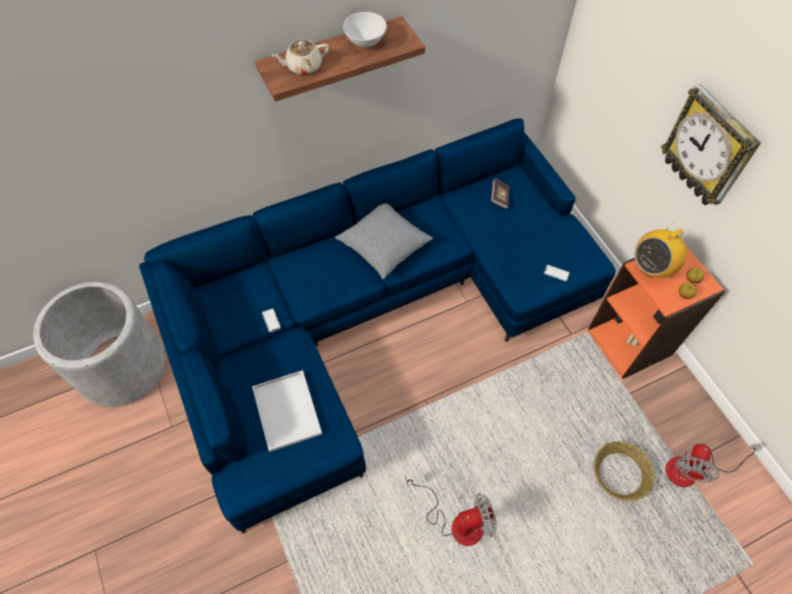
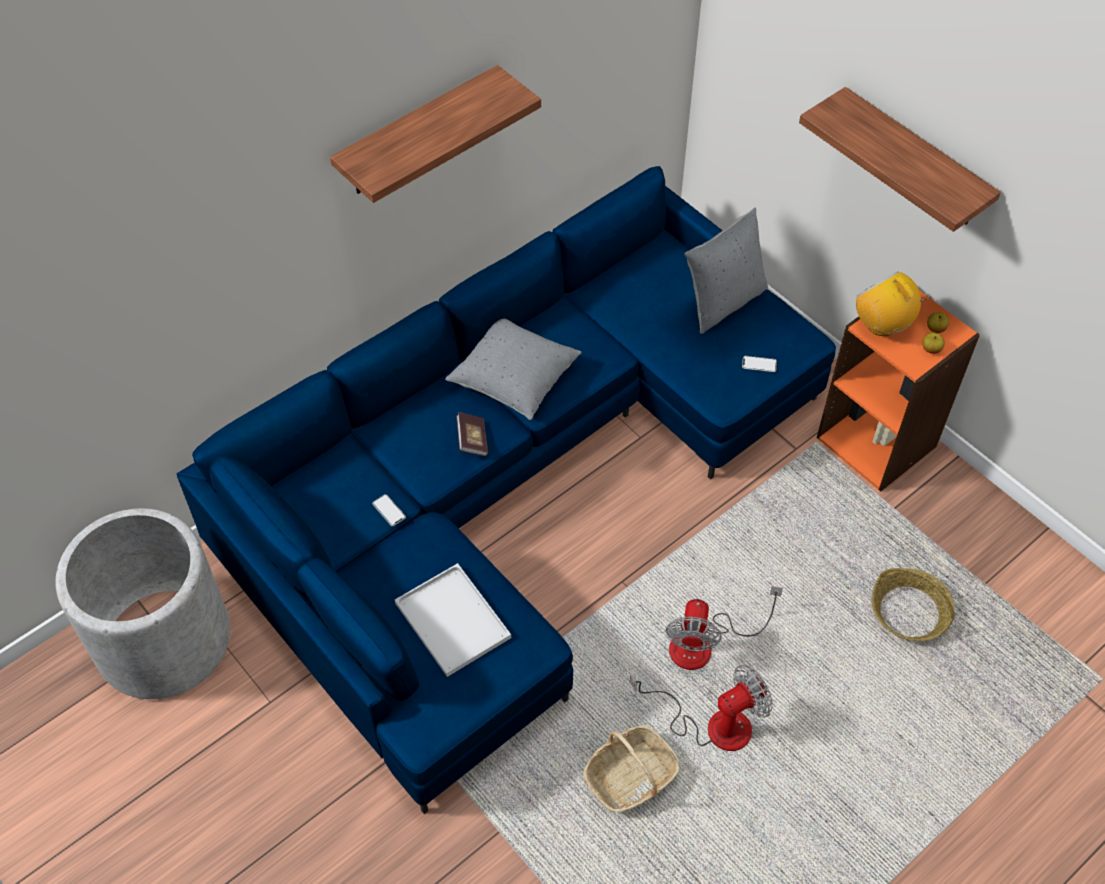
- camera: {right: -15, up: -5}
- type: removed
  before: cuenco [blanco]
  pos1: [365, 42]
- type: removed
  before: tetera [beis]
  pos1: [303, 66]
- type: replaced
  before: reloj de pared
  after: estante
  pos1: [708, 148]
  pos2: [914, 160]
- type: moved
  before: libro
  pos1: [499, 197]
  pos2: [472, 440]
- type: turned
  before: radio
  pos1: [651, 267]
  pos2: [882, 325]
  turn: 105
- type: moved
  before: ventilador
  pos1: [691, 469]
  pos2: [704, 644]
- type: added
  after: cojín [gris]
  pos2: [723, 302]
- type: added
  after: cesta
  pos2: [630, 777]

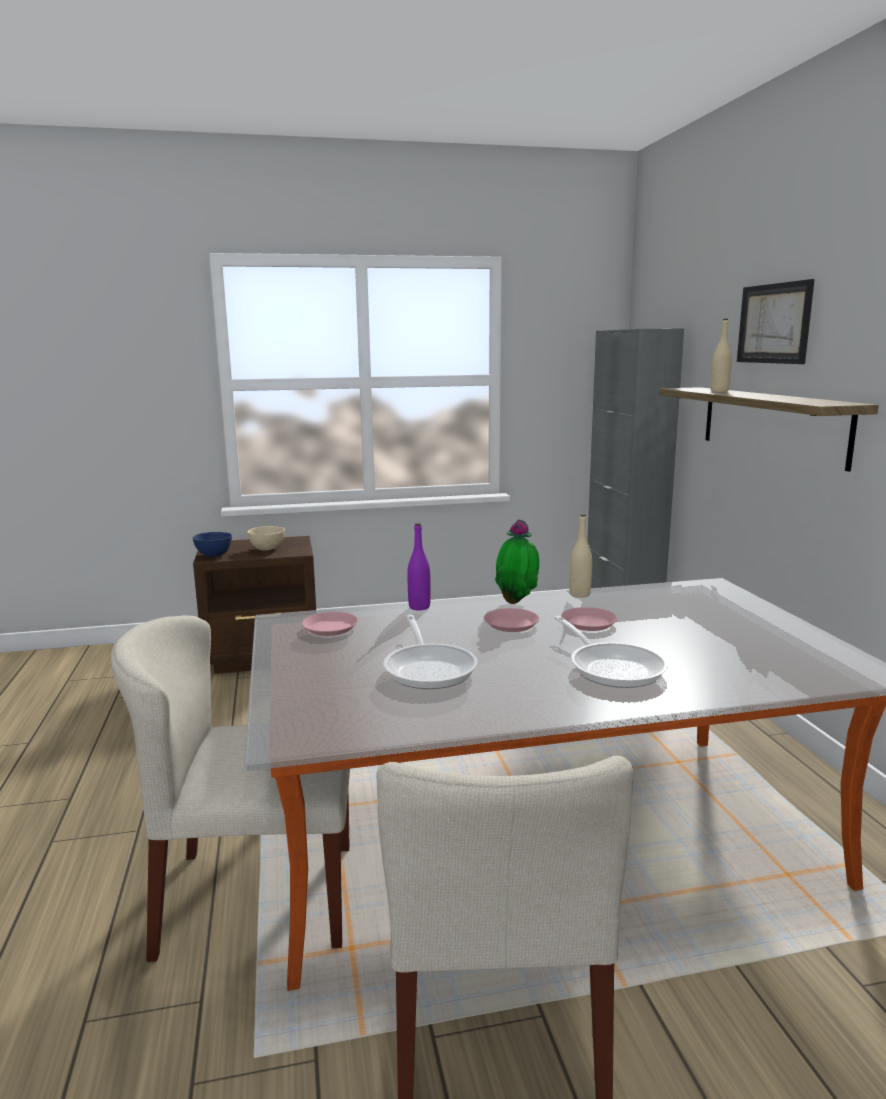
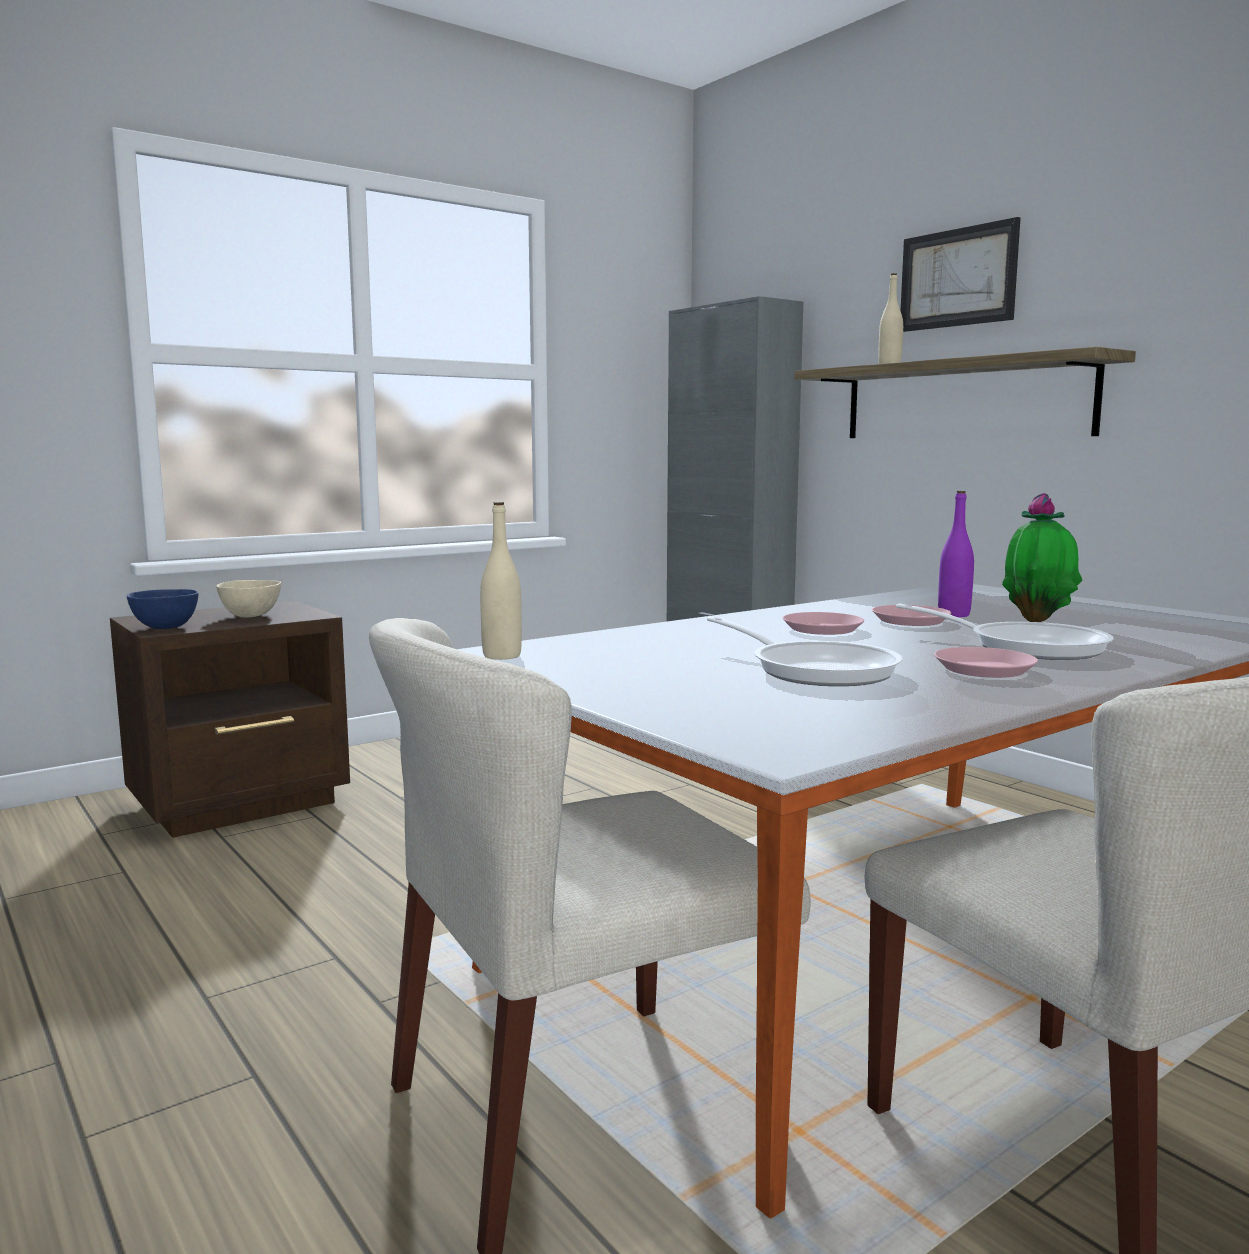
- camera: {right: -25, up: -5}
- type: moved
  before: botella [beis]
  pos1: [579, 594]
  pos2: [502, 656]
- type: moved
  before: planta en maceta
  pos1: [517, 602]
  pos2: [1038, 621]
- type: moved
  before: botella [morado]
  pos1: [419, 607]
  pos2: [953, 615]
- type: moved
  before: plato [rosa]
  pos1: [330, 628]
  pos2: [983, 669]

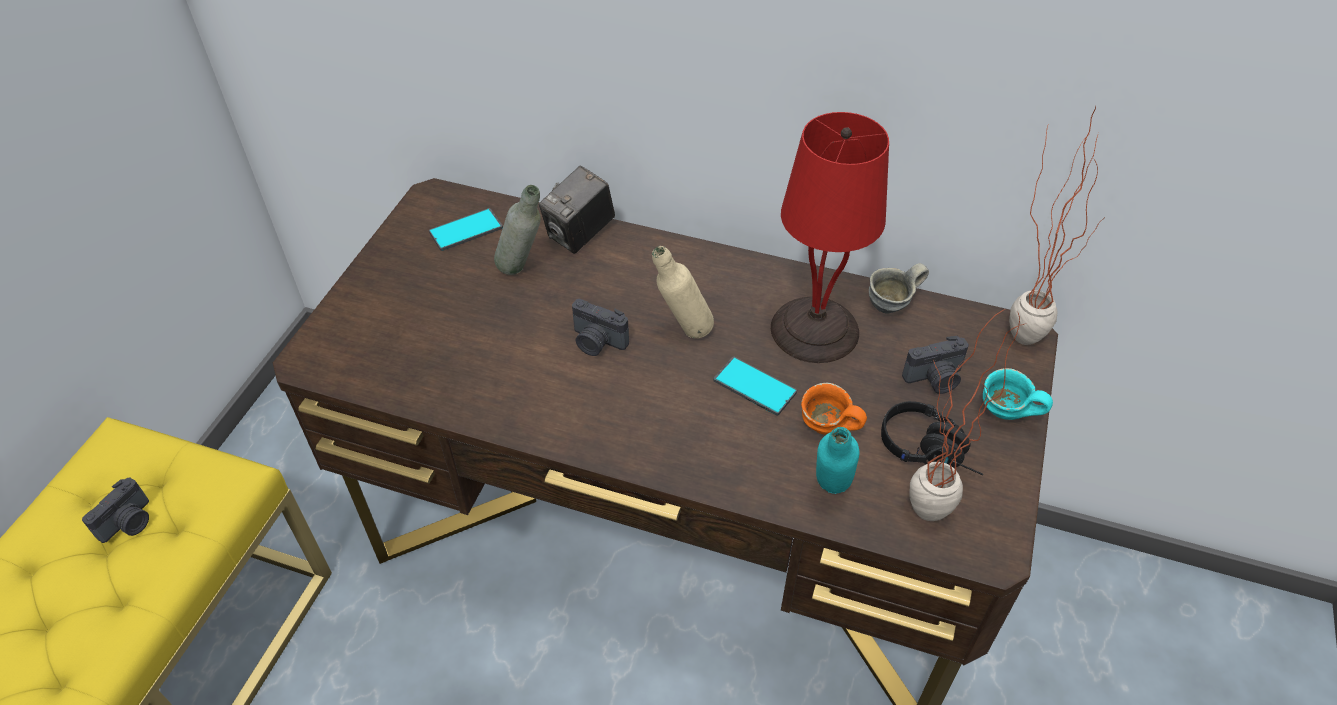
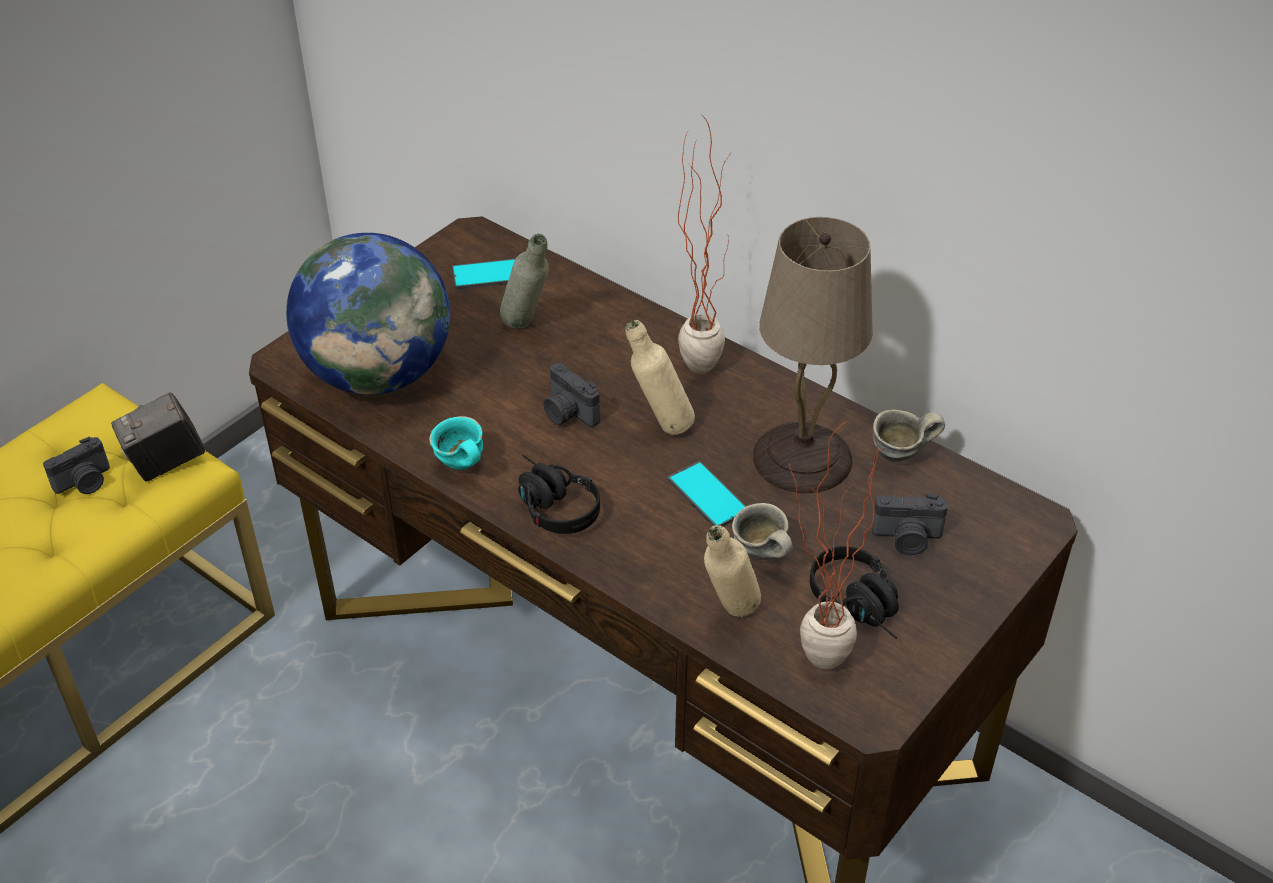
- camera: {right: 20, up: -5}
- type: moved
  before: planta en maceta
  pos1: [1017, 328]
  pos2: [700, 358]
- type: recoloured
  before: lámpara de mesa [rojo]
  after: lámpara de mesa [beis]
  pos1: [812, 328]
  pos2: [800, 456]
- type: moved
  before: cámara
  pos1: [580, 235]
  pos2: [166, 463]
- type: moved
  before: taza grande [turquesa]
  pos1: [1005, 416]
  pos2: [459, 467]
- type: recoloured
  before: taza grande [naranja]
  after: taza grande [gris]
  pos1: [826, 431]
  pos2: [760, 557]
- type: recoloured
  before: botella [turquesa]
  after: botella [beis]
  pos1: [829, 496]
  pos2: [729, 617]
- type: added
  after: globo terráqueo
  pos2: [378, 374]
- type: added
  after: auriculares [negro]
  pos2: [550, 505]

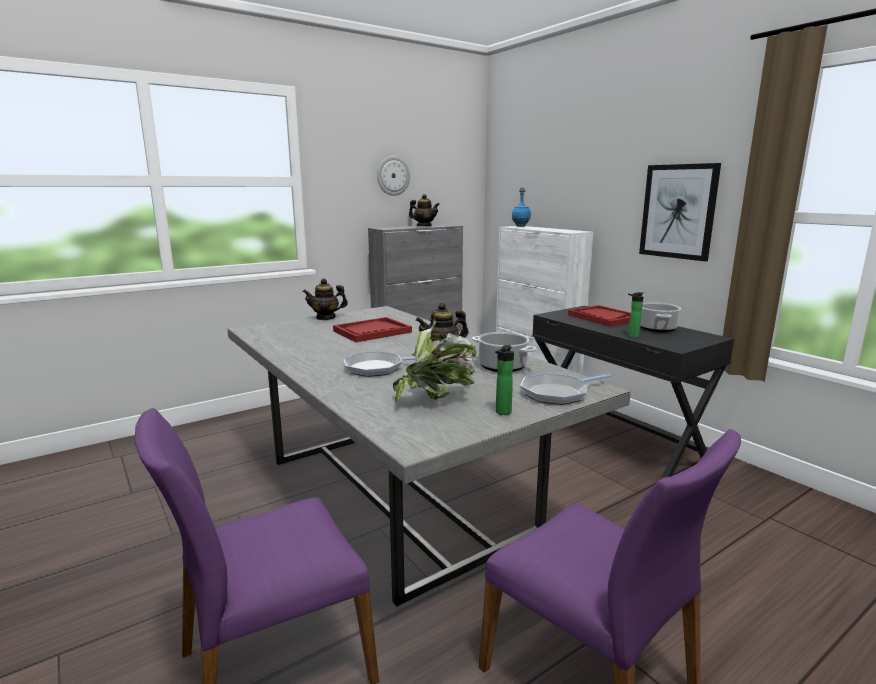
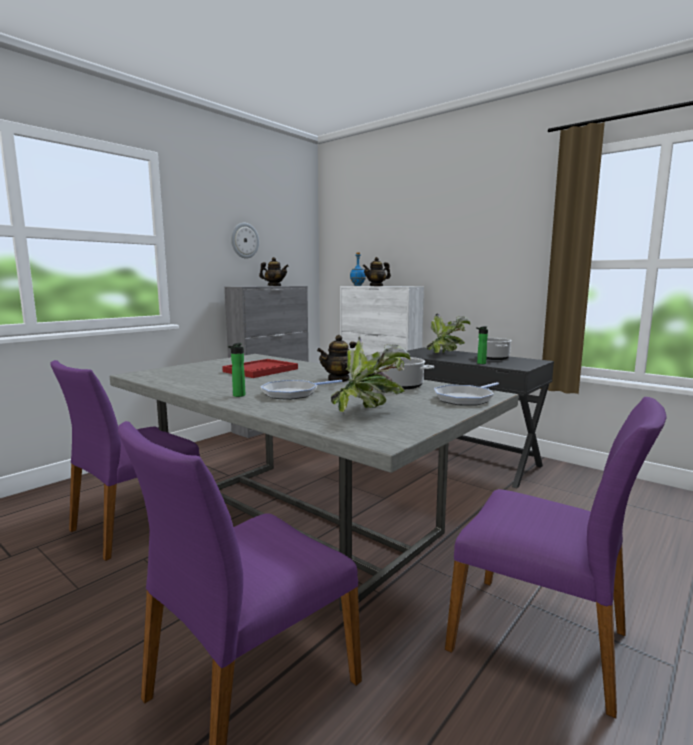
- camera: {right: -15, up: -5}
- type: removed
  before: cuadro
  pos1: [678, 211]
- type: moved
  before: tetera
  pos1: [326, 318]
  pos2: [376, 286]
- type: replaced
  before: bandeja [rojo]
  after: planta en maceta
  pos1: [603, 318]
  pos2: [446, 353]
- type: moved
  before: botella
  pos1: [502, 413]
  pos2: [238, 396]
- type: added
  after: silla [morado]
  pos2: [136, 524]

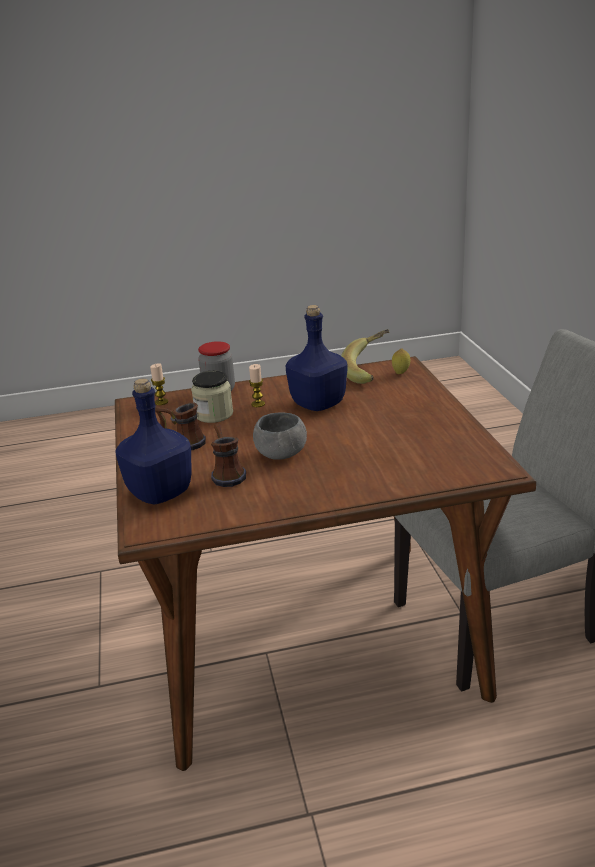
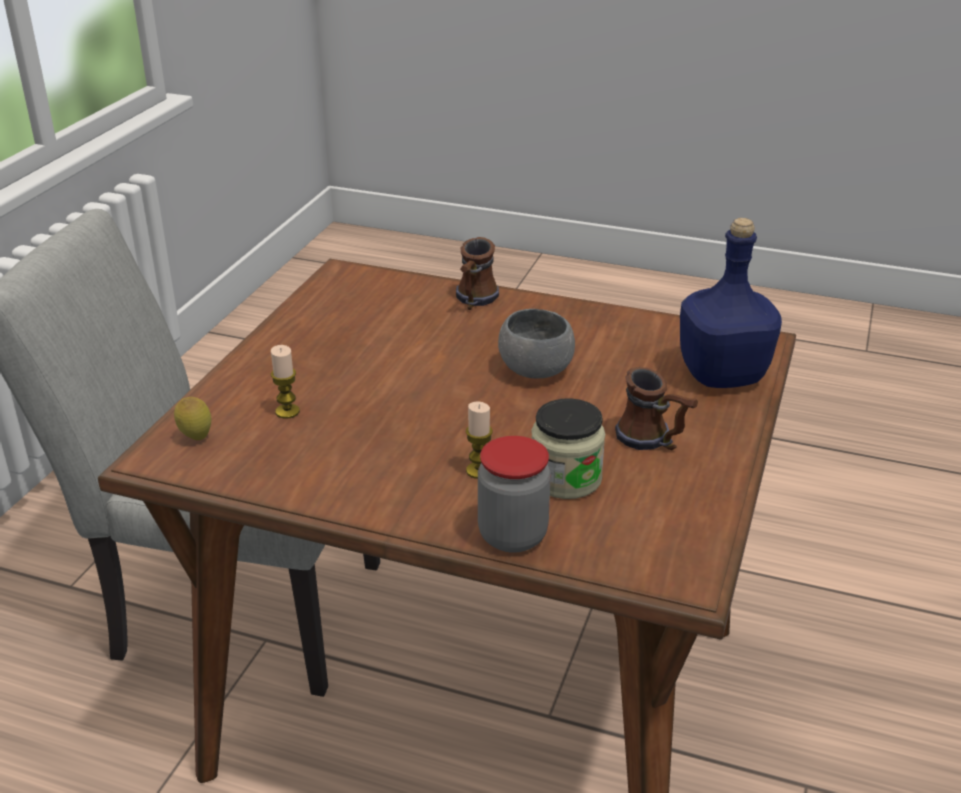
- camera: {right: -150, up: 5}
- type: removed
  before: botella [azul]
  pos1: [319, 403]
- type: removed
  before: plátano
  pos1: [370, 371]
- type: moved
  before: vela
  pos1: [161, 402]
  pos2: [287, 411]
- type: moved
  before: taza grande
  pos1: [227, 473]
  pos2: [474, 302]

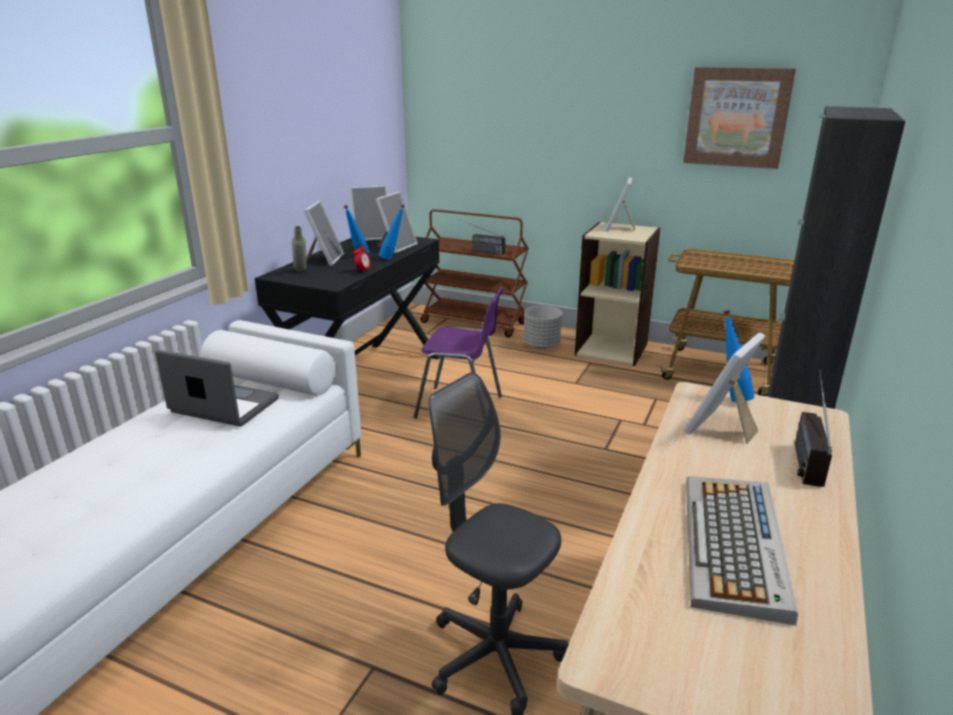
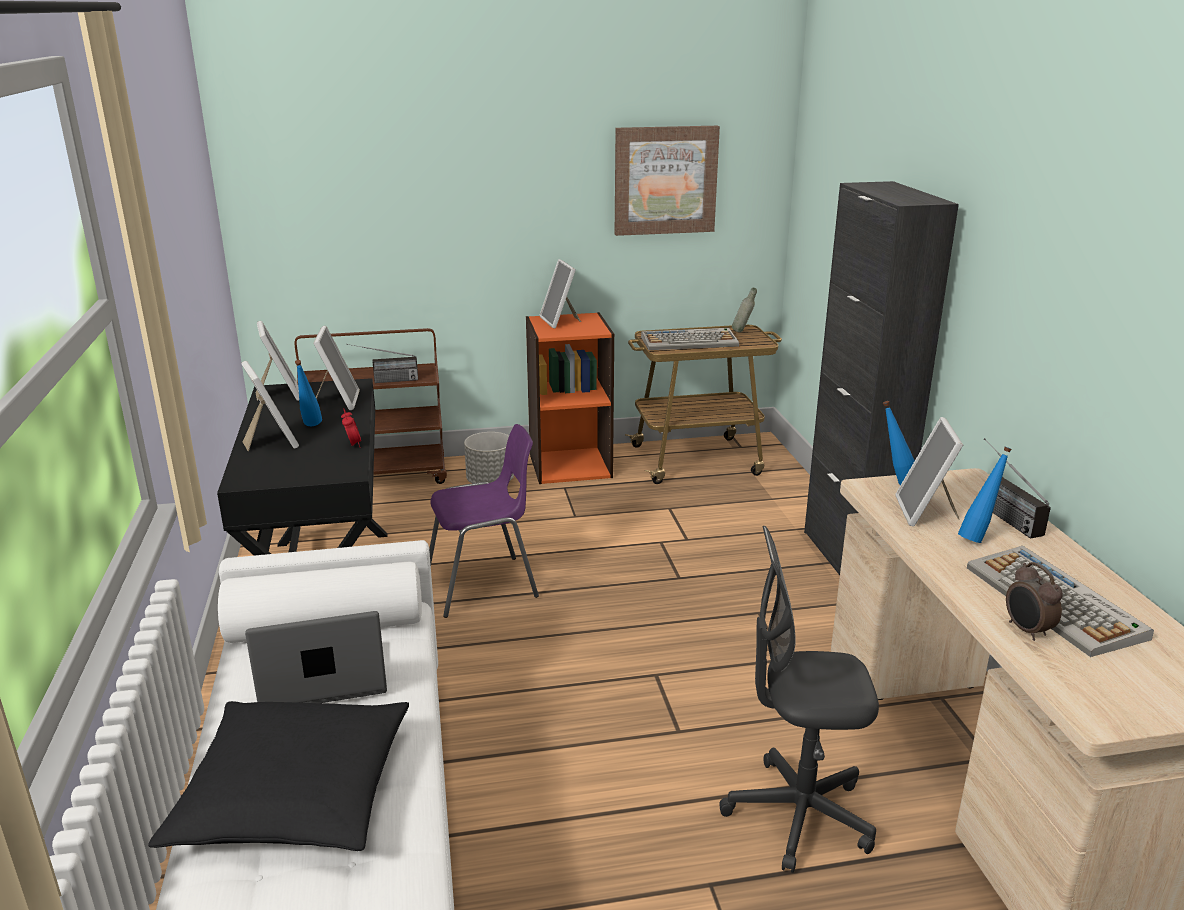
- camera: {right: -35, up: 0}
- type: turned
  before: portarretratos
  pos1: [372, 237]
  pos2: [279, 394]
  turn: -60
- type: moved
  before: botella [azul]
  pos1: [393, 259]
  pos2: [978, 538]
- type: recoloured
  before: estantería [beis]
  after: estantería [naranja]
  pos1: [612, 349]
  pos2: [570, 465]
- type: moved
  before: botella [gris]
  pos1: [301, 271]
  pos2: [742, 332]
- type: added
  after: teclado
  pos2: [690, 341]
- type: added
  after: despertador
  pos2: [1026, 631]
- type: added
  after: cojín [negro]
  pos2: [294, 794]

